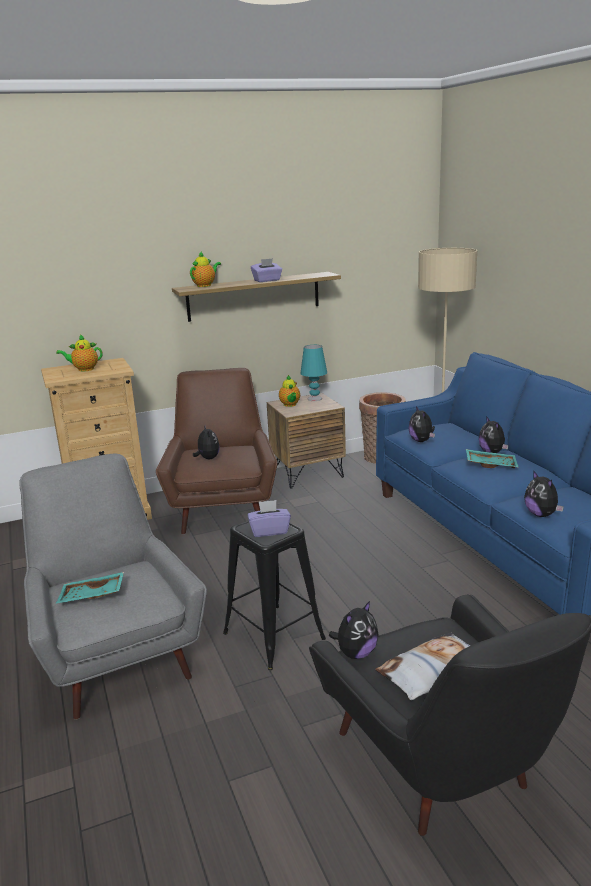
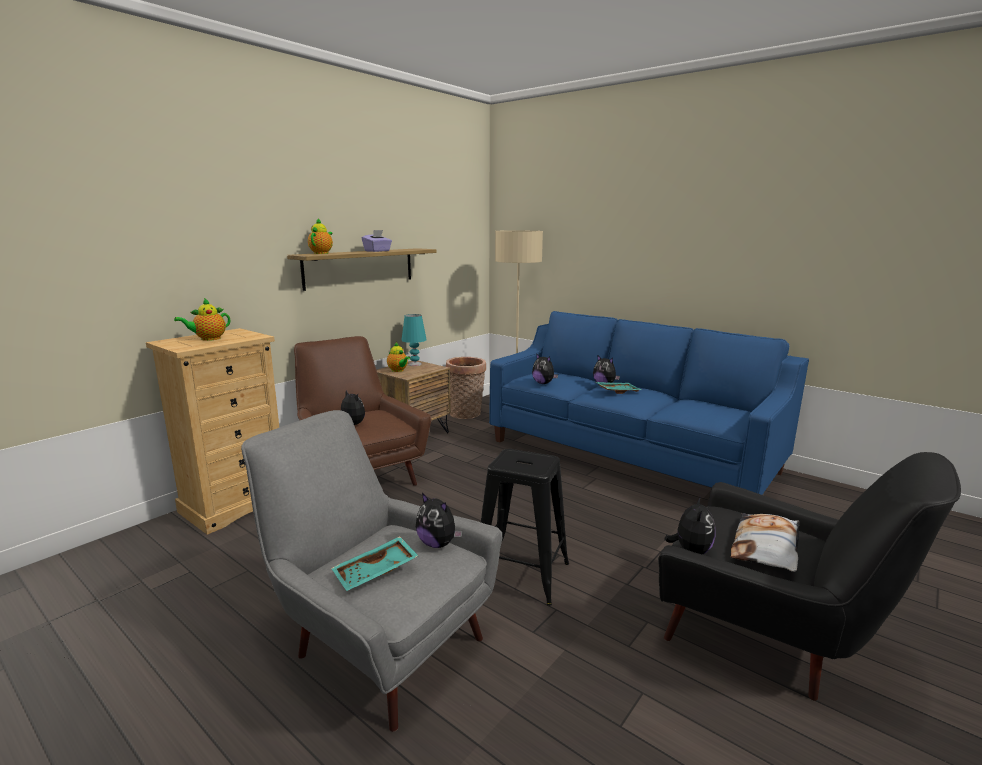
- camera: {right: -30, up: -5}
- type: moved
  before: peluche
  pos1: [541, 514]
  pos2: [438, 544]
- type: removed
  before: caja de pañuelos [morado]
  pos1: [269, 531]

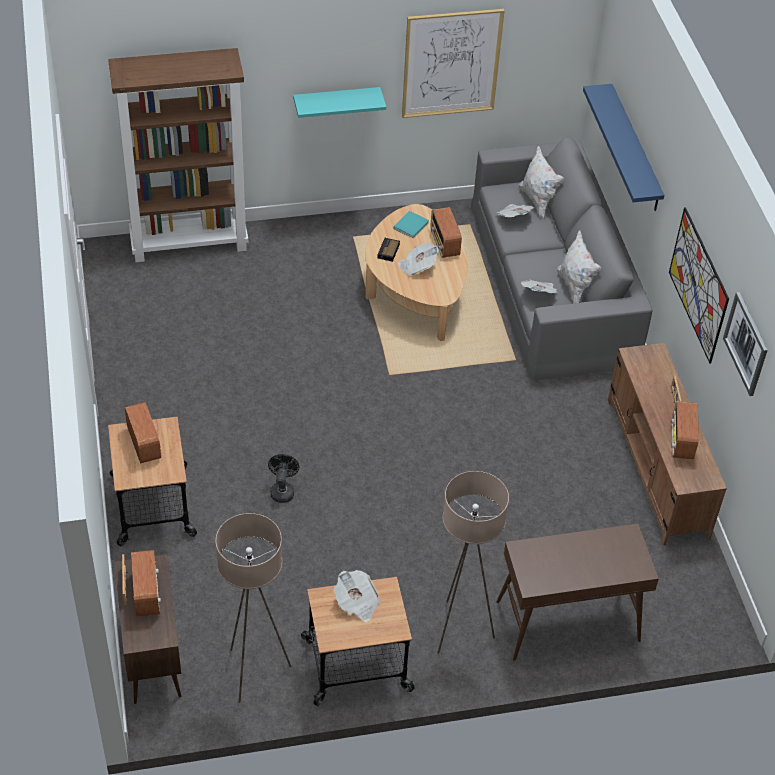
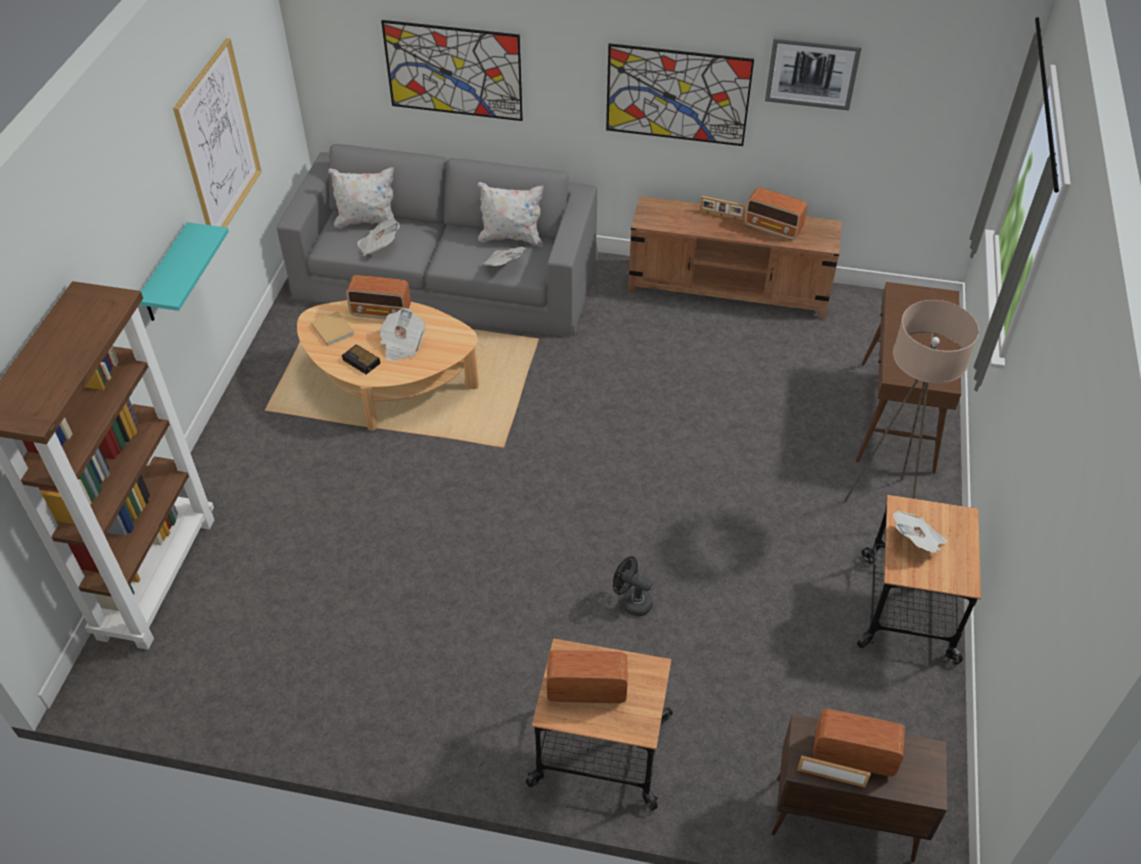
- camera: {right: -65, up: 0}
- type: replaced
  before: estante [azul]
  after: cuadro
  pos1: [635, 149]
  pos2: [453, 71]
- type: recoloured
  before: libro [turquesa]
  after: libro [beis]
  pos1: [411, 225]
  pos2: [332, 329]
- type: removed
  before: lámpara de pie [beis]
  pos1: [254, 672]

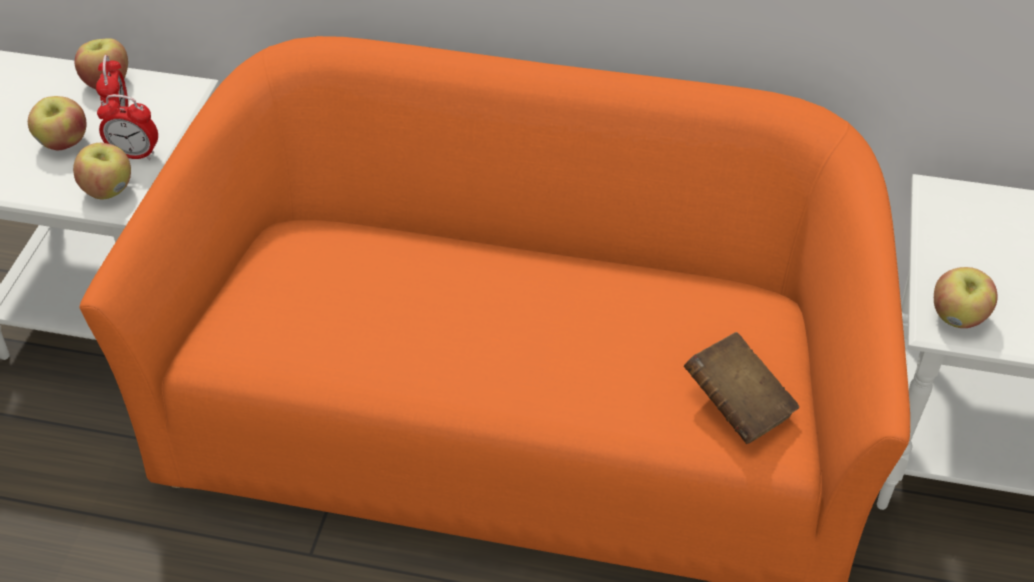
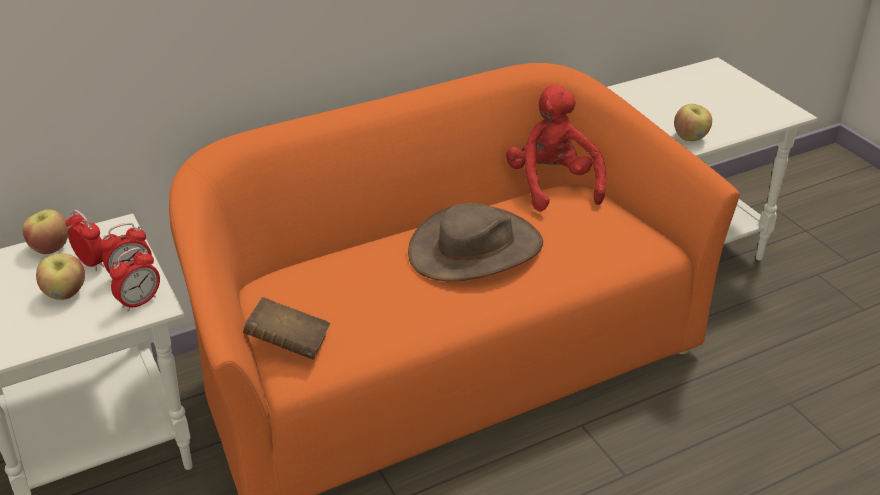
- camera: {right: -40, up: -10}
- type: replaced
  before: manzana
  after: despertador
  pos1: [108, 190]
  pos2: [139, 302]
- type: moved
  before: libro [marrón]
  pos1: [737, 405]
  pos2: [288, 344]
- type: added
  after: peluche [rojo]
  pos2: [552, 185]
- type: added
  after: sombrero [marrón]
  pos2: [476, 249]

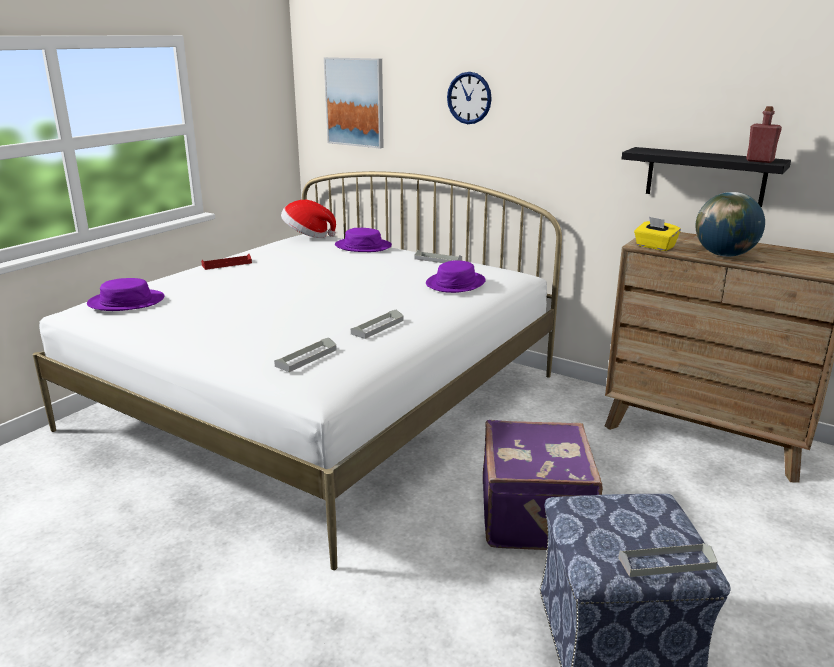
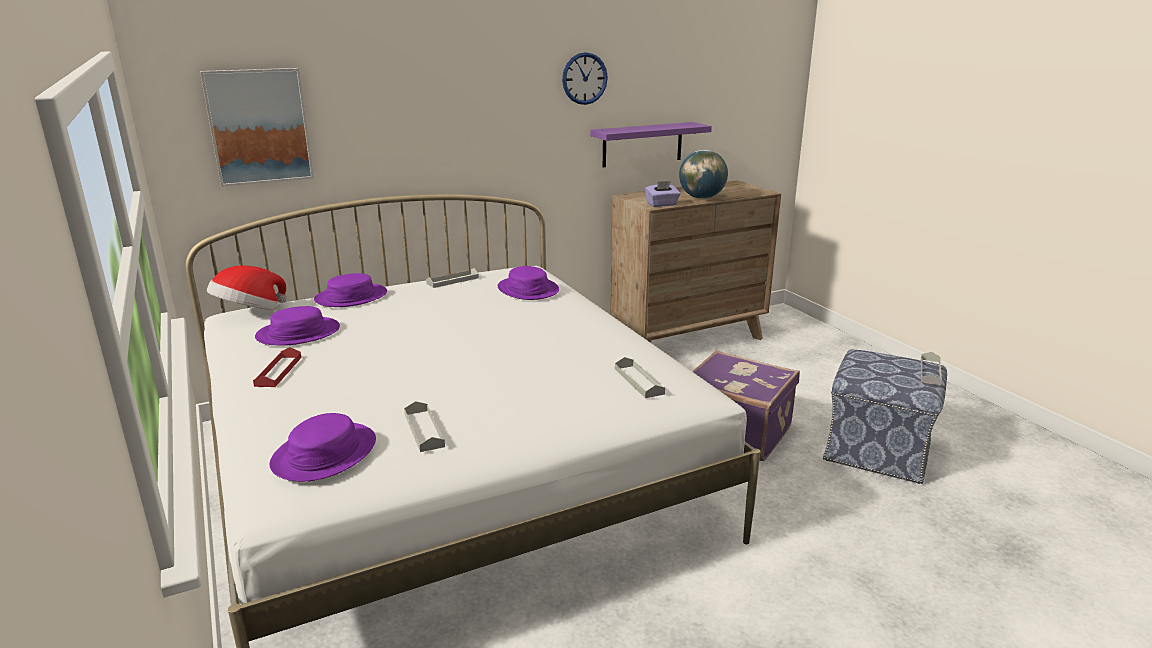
- camera: {right: -60, up: 0}
- type: moved
  before: reloj de pared
  pos1: [469, 98]
  pos2: [584, 78]
- type: removed
  before: botella [rojo]
  pos1: [759, 161]
- type: recoloured
  before: estante [negro]
  after: estante [morado]
  pos1: [705, 176]
  pos2: [642, 144]
- type: recoloured
  before: caja de pañuelos [amarillo]
  after: caja de pañuelos [morado]
  pos1: [654, 247]
  pos2: [662, 204]
- type: moved
  before: bandeja [gris]
  pos1: [377, 327]
  pos2: [424, 430]
- type: added
  after: sombrero [morado]
  pos2: [298, 333]

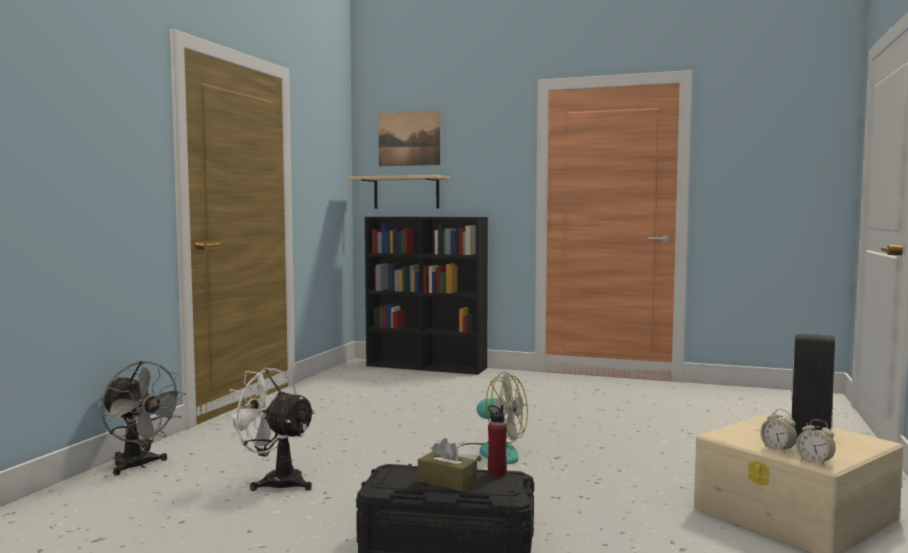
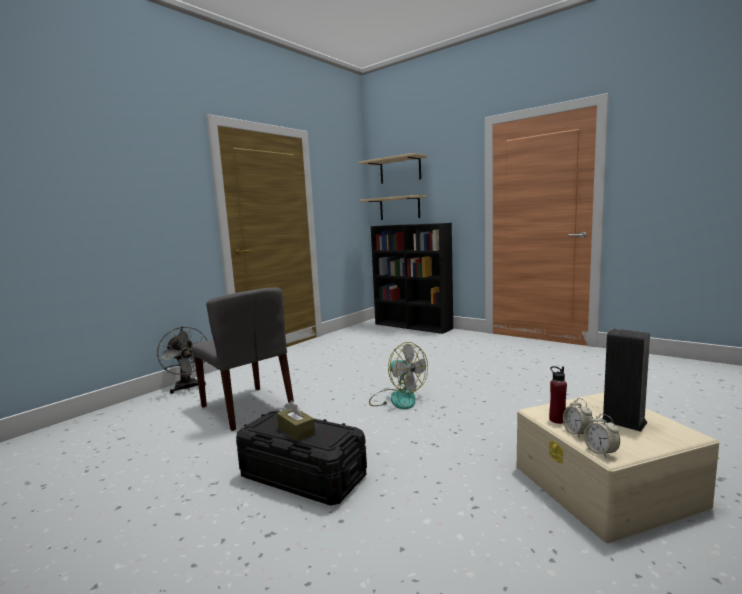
- camera: {right: 20, up: 5}
- type: replaced
  before: cuadro
  after: estante [beis]
  pos1: [409, 138]
  pos2: [400, 170]
- type: replaced
  before: ventilador [blanco]
  after: silla [gris]
  pos1: [275, 481]
  pos2: [247, 407]
- type: moved
  before: botella [rojo]
  pos1: [497, 473]
  pos2: [557, 420]

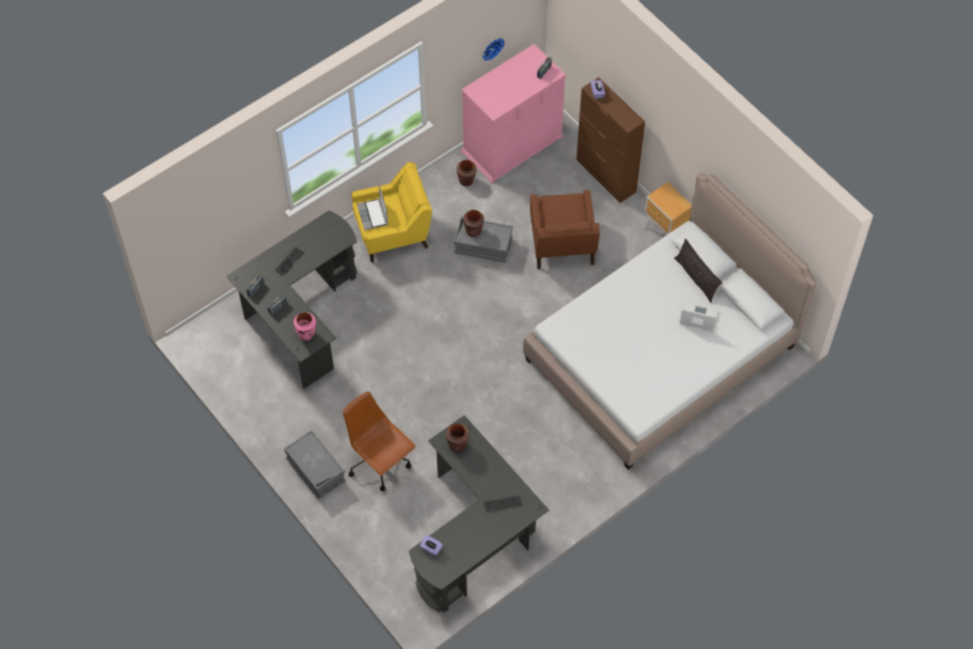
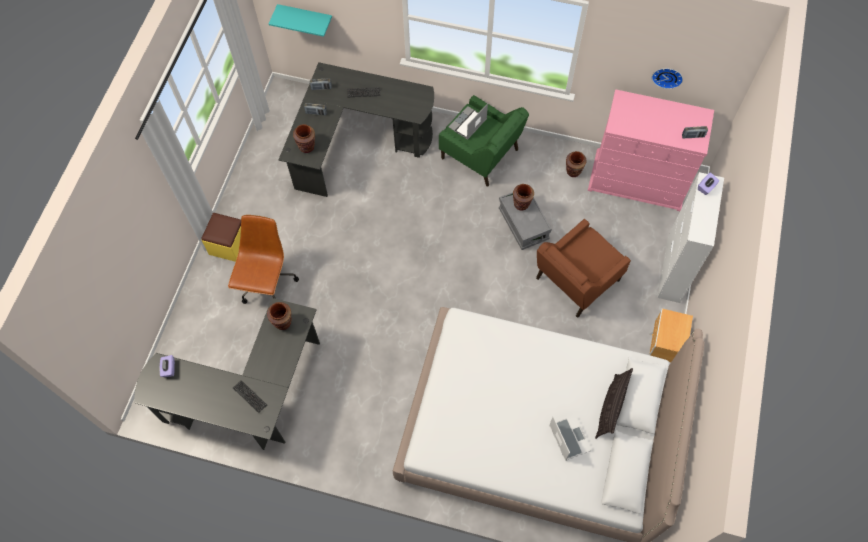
- camera: {right: 55, up: 5}
- type: recoloured
  before: armario [marrón]
  after: armario [blanco]
  pos1: [606, 176]
  pos2: [673, 269]
- type: recoloured
  before: sillón [amarillo]
  after: sillón [verde]
  pos1: [393, 233]
  pos2: [481, 155]
- type: recoloured
  before: florero [rosa]
  after: florero [marrón]
  pos1: [306, 334]
  pos2: [307, 147]
- type: replaced
  before: caja de almacenaje [gris]
  after: puf [amarillo]
  pos1: [316, 470]
  pos2: [229, 245]
- type: added
  after: estante [turquesa]
  pos2: [306, 17]

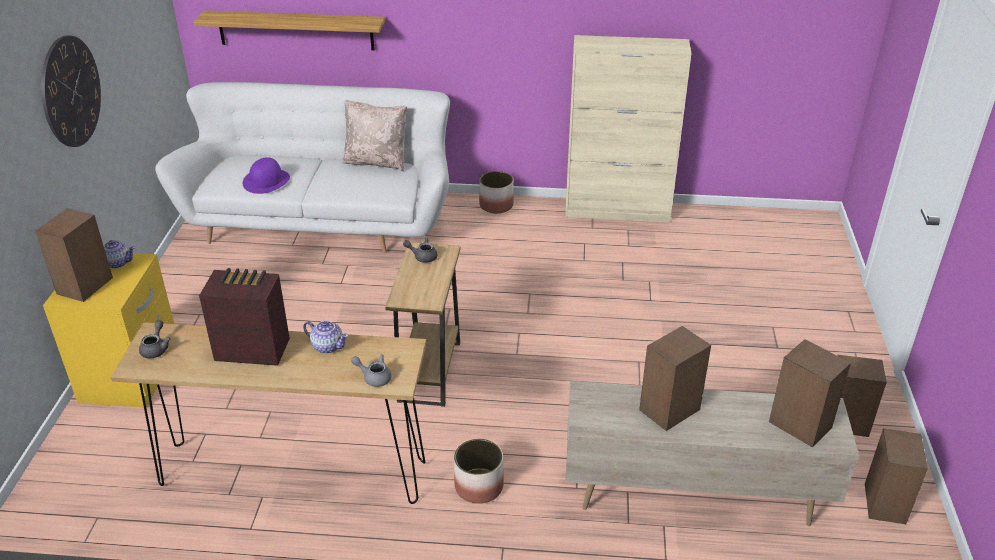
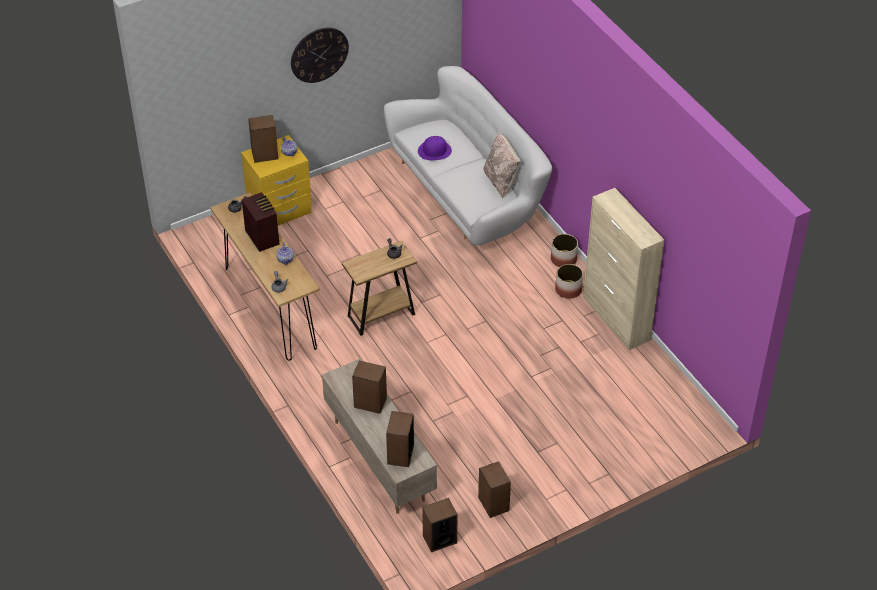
- camera: {right: 55, up: 10}
- type: removed
  before: estante
  pos1: [296, 30]
- type: moved
  before: maceta
  pos1: [478, 486]
  pos2: [568, 289]

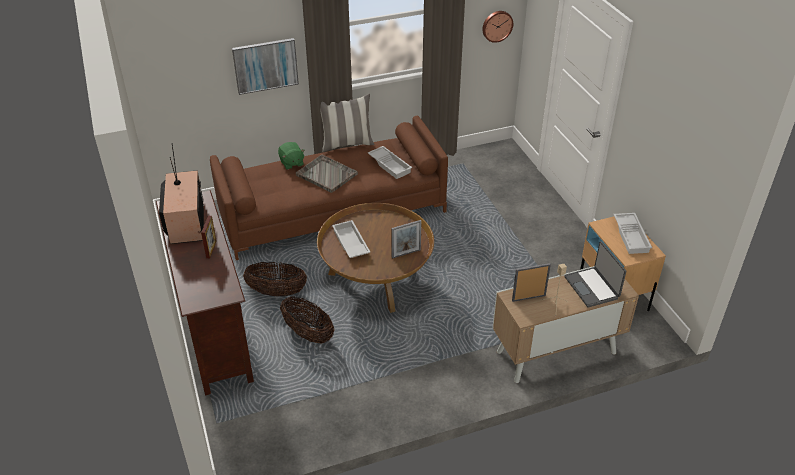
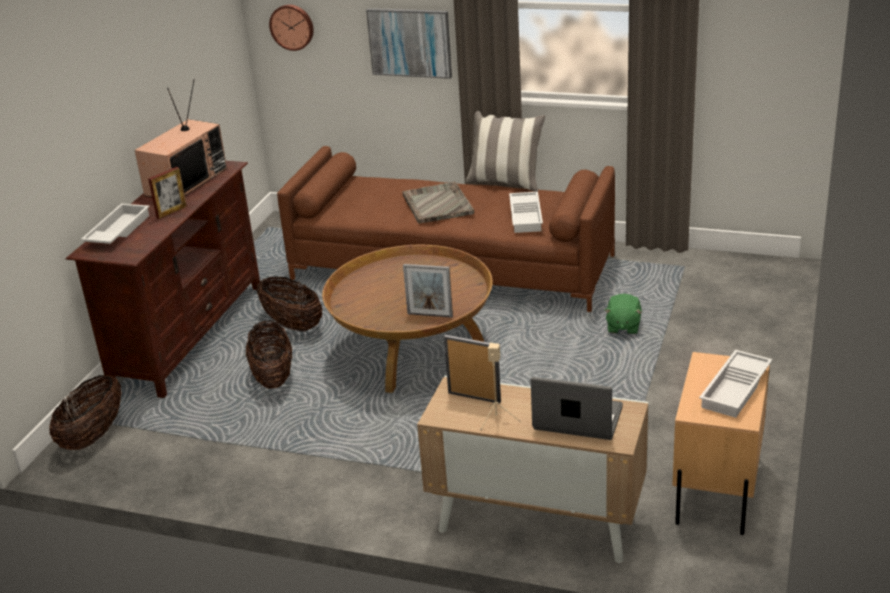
- camera: {right: 40, up: -10}
- type: moved
  before: reloj de pared
  pos1: [497, 25]
  pos2: [292, 26]
- type: moved
  before: peluche [verde]
  pos1: [291, 163]
  pos2: [623, 327]
- type: moved
  before: bandeja [blanco]
  pos1: [350, 243]
  pos2: [117, 231]
- type: turned
  before: portátil
  pos1: [592, 287]
  pos2: [577, 420]
  turn: 90
- type: added
  after: cesta
  pos2: [93, 436]

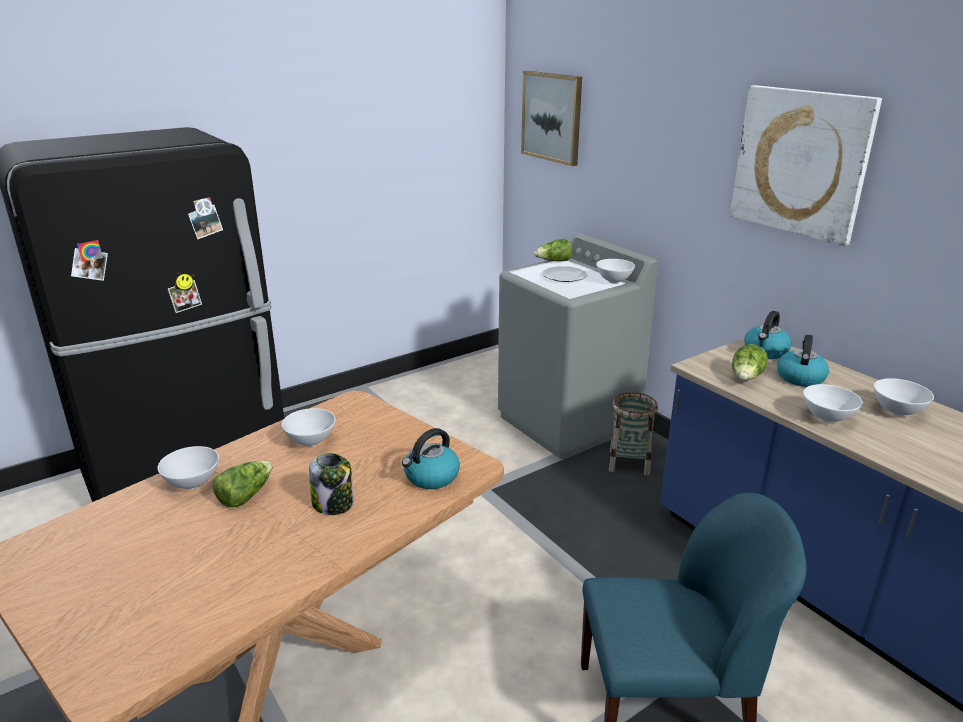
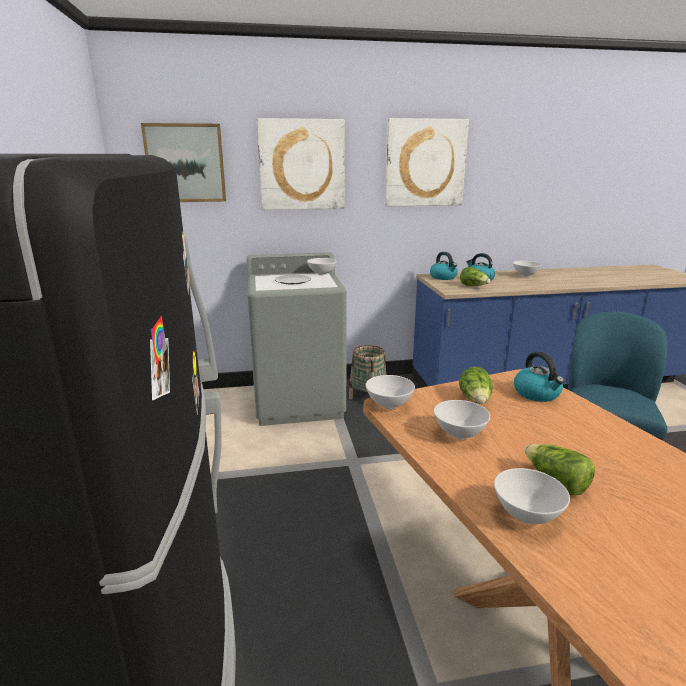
- camera: {right: -65, up: -5}
- type: moved
  before: lechuga
  pos1: [554, 261]
  pos2: [475, 400]
- type: moved
  before: cuenco [blanco]
  pos1: [826, 418]
  pos2: [389, 405]
- type: removed
  before: tarro
  pos1: [333, 504]
- type: added
  after: cuadro
  pos2: [302, 165]

